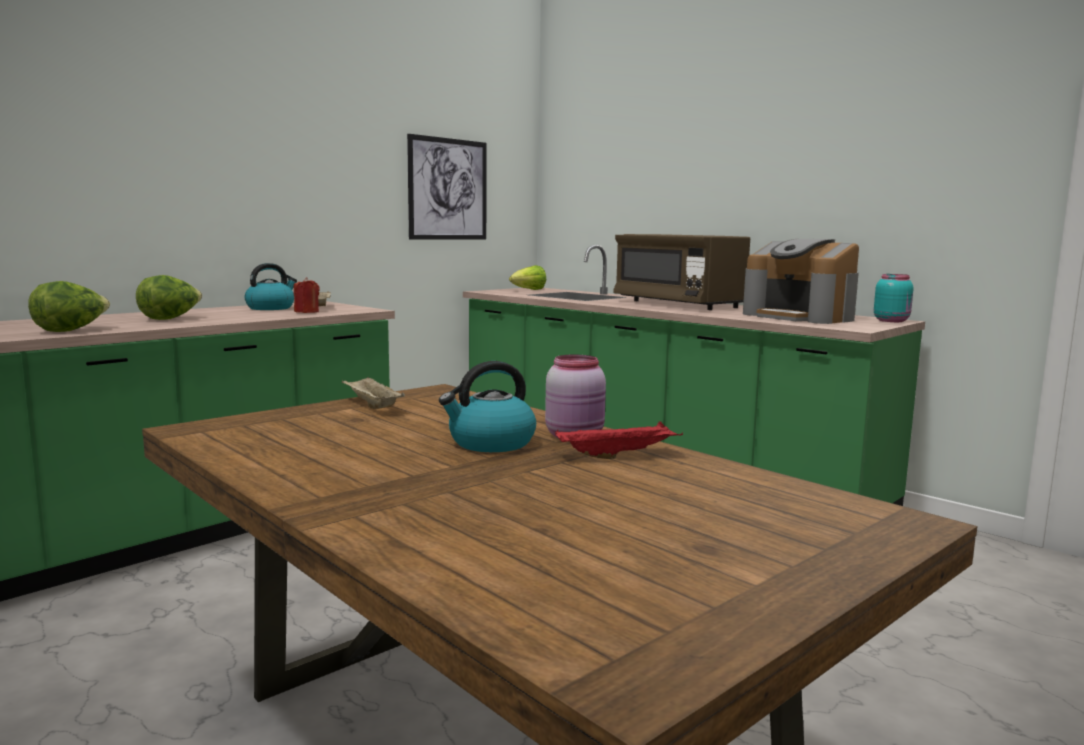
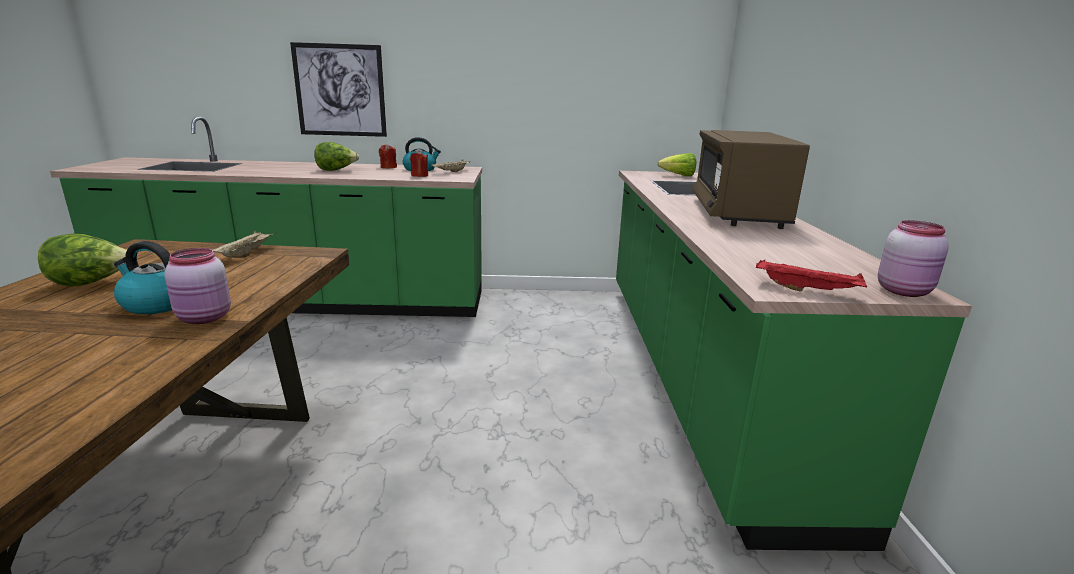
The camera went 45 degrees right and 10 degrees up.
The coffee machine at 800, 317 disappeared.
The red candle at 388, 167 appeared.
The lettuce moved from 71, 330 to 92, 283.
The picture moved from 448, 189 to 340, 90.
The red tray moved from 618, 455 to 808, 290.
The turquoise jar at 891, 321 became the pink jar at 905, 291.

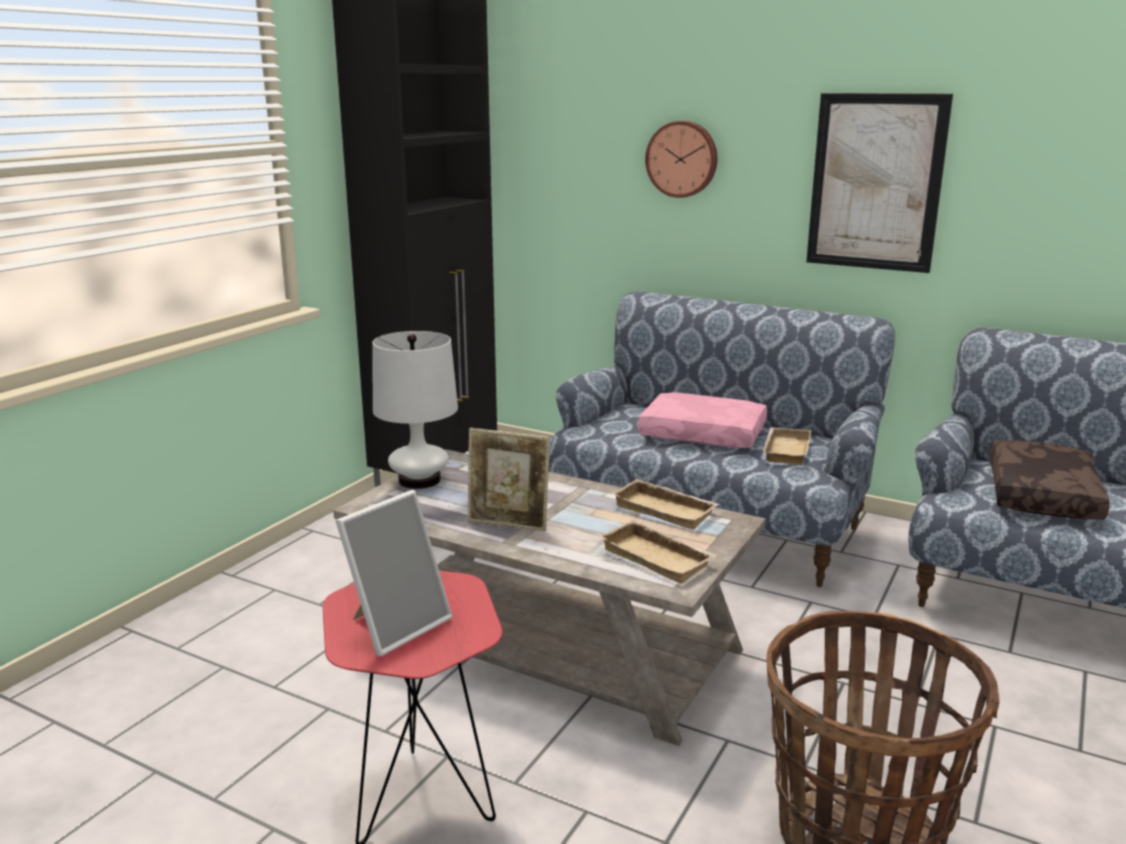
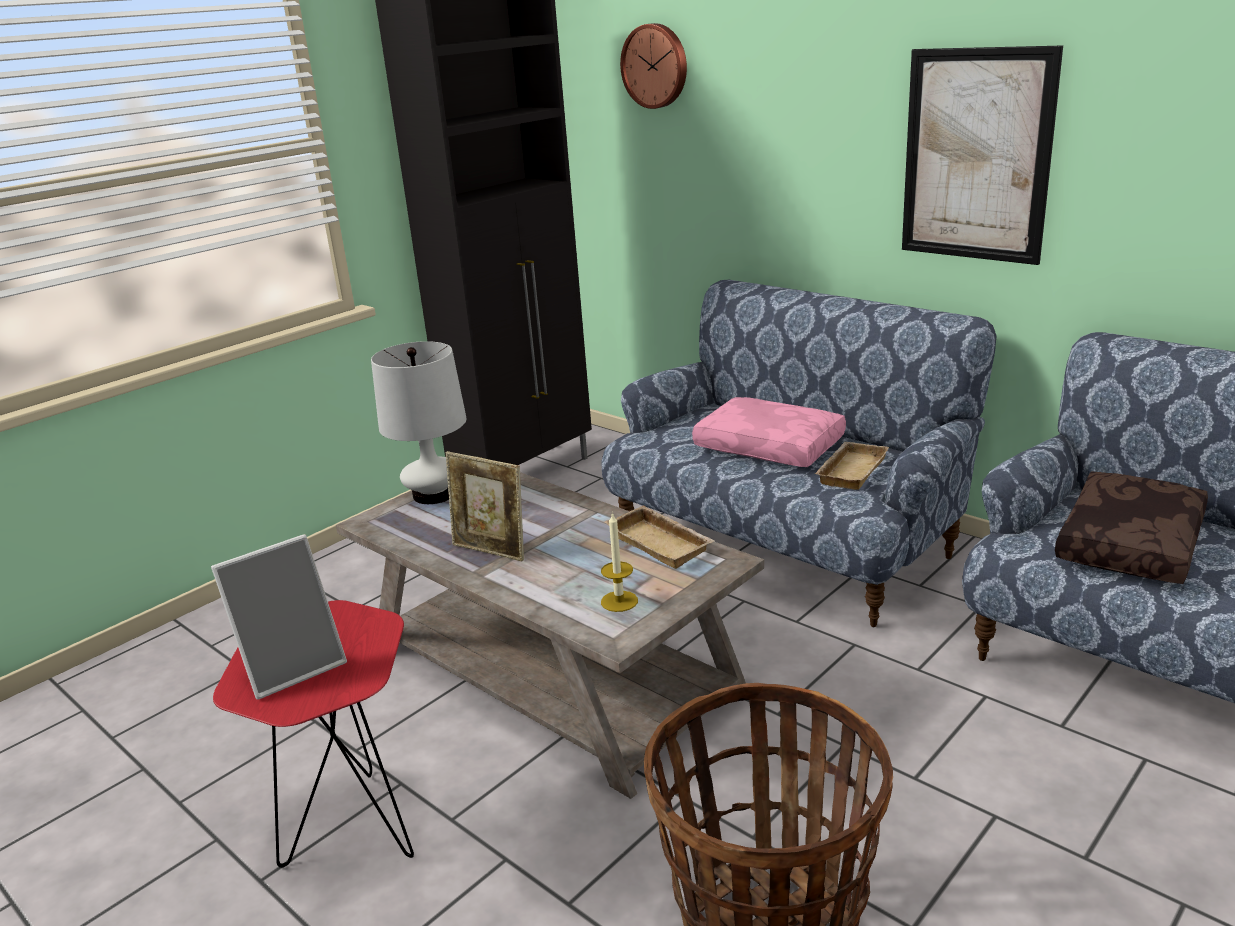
The camera went 15 degrees right and 5 degrees up.
The wall clock moved from 682, 159 to 656, 66.
The beige tray at 659, 558 was replaced by the candle at 619, 601.

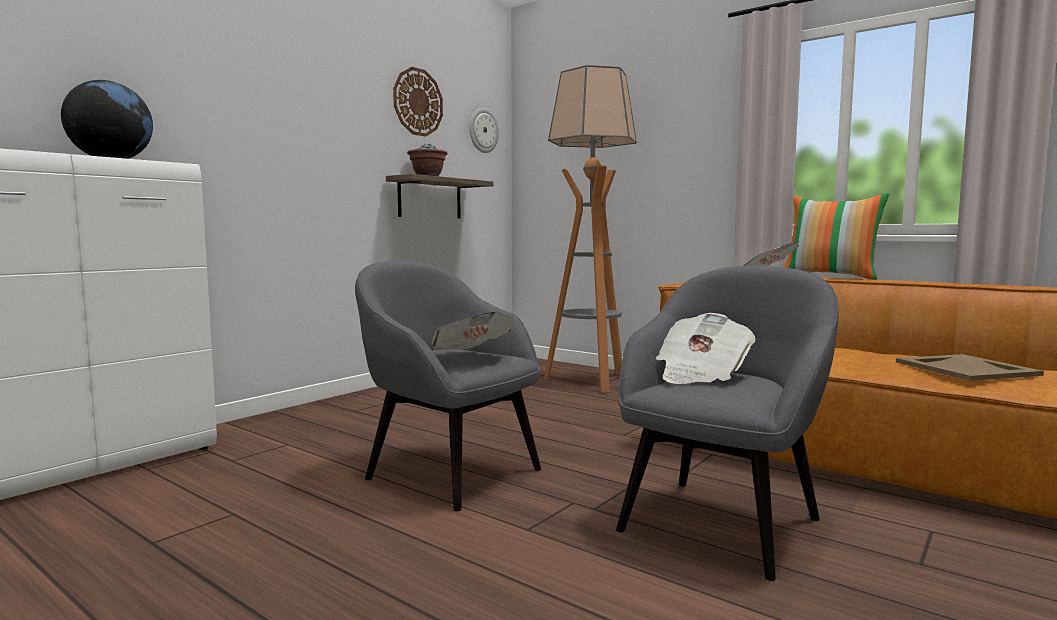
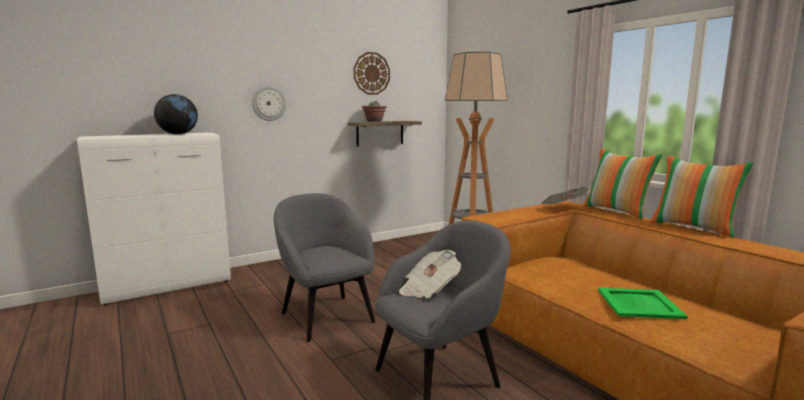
The camera went 20 degrees right and 5 degrees up.
The newspaper at 472, 356 disappeared.
The pillow at 694, 228 appeared.
The wall clock moved from 483, 130 to 269, 103.
The beige tray at 964, 368 became the green tray at 638, 303.

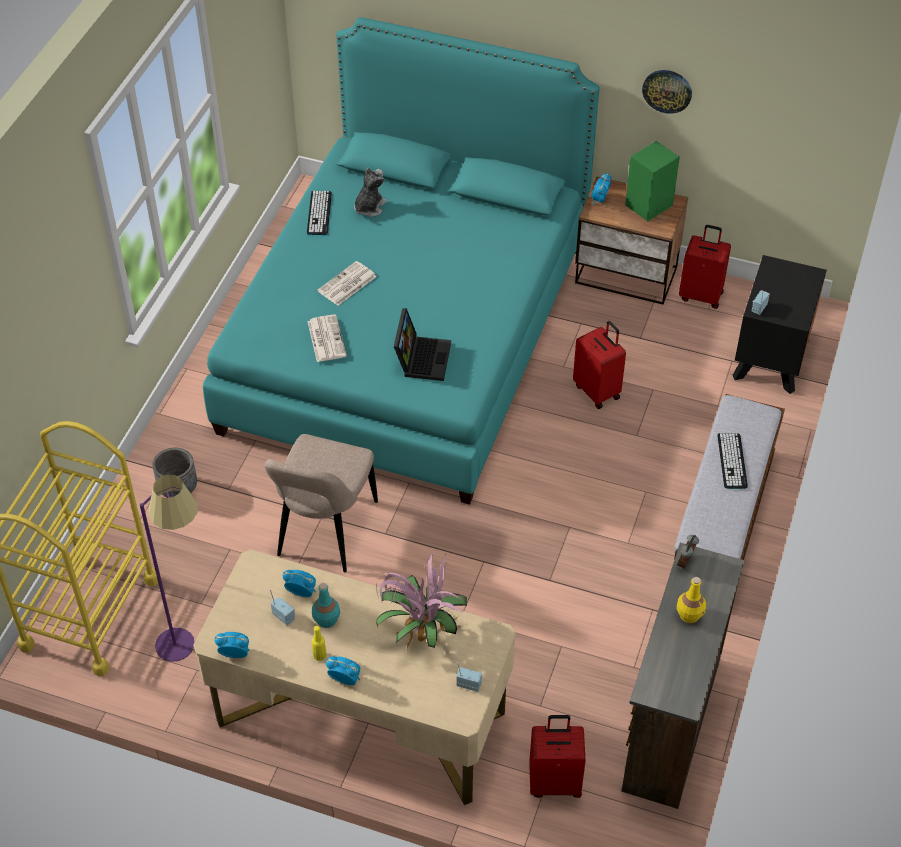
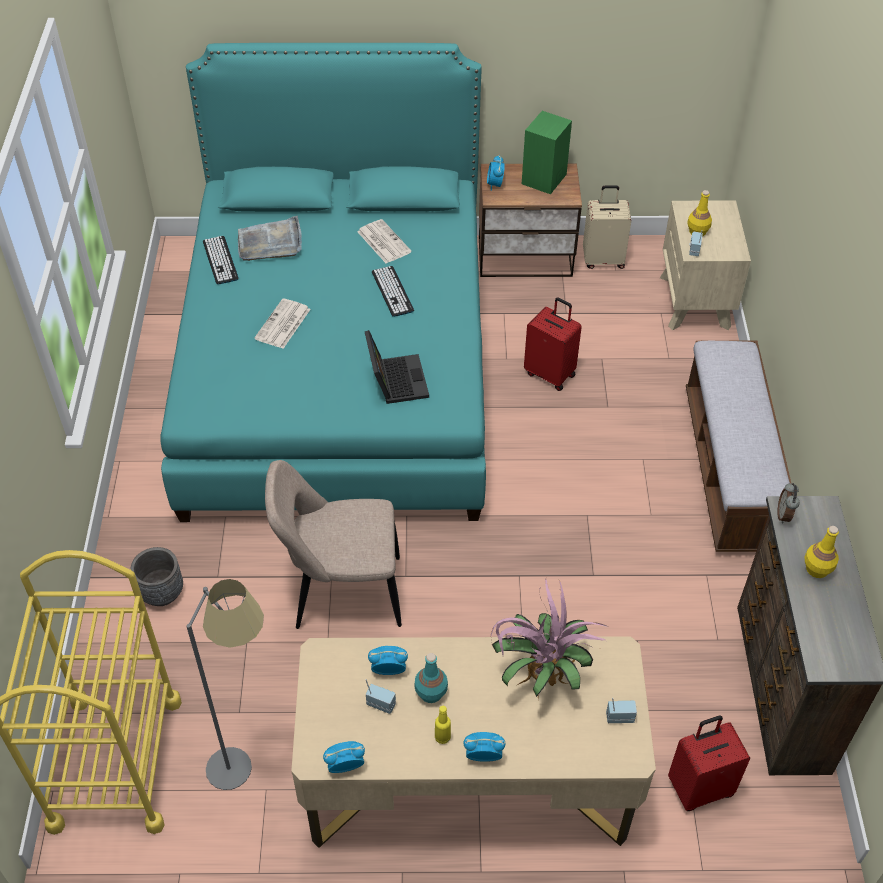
The camera went 20 degrees left and 0 degrees up.
The wall clock at 667, 90 disappeared.
The yellow bottle at 697, 231 appeared.
The newspaper moved from 326, 338 to 383, 242.
The keyboard moved from 732, 461 to 392, 291.
The plush toy at 369, 207 was replaced by the grey tray at 270, 242.
The purple floor lamp at 191, 649 became the grey floor lamp at 250, 768.
The red suitcase at 701, 295 became the beige suitcase at 603, 259.
The black nightstand at 771, 358 became the beige nightstand at 695, 302.
The beige chair at 325, 532 turned 90 degrees clockwise.

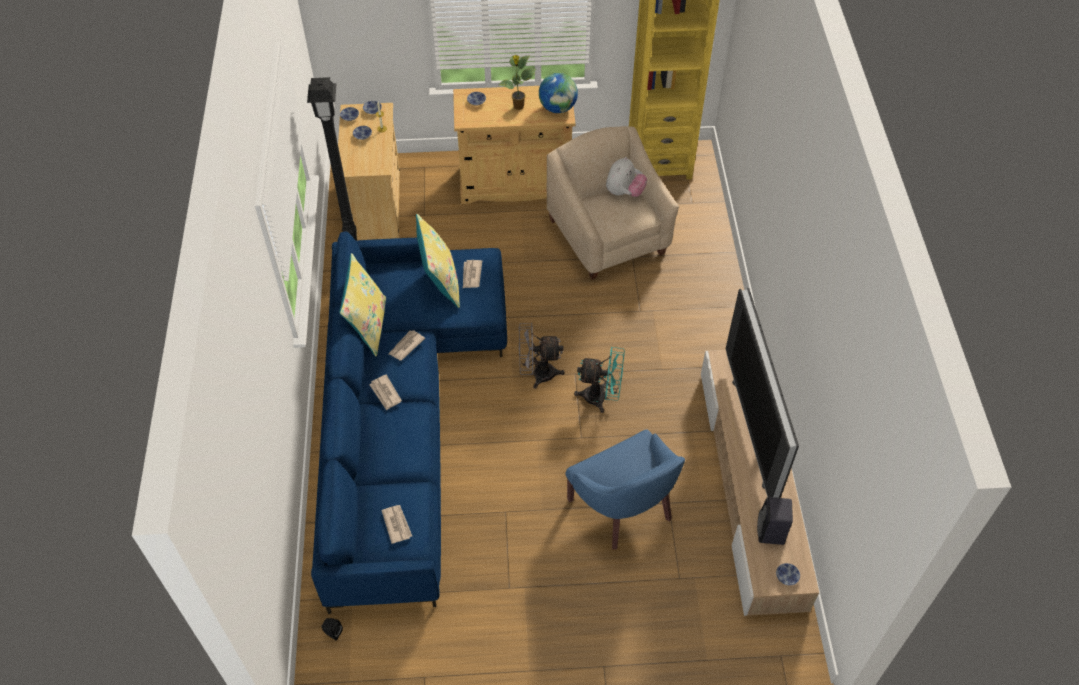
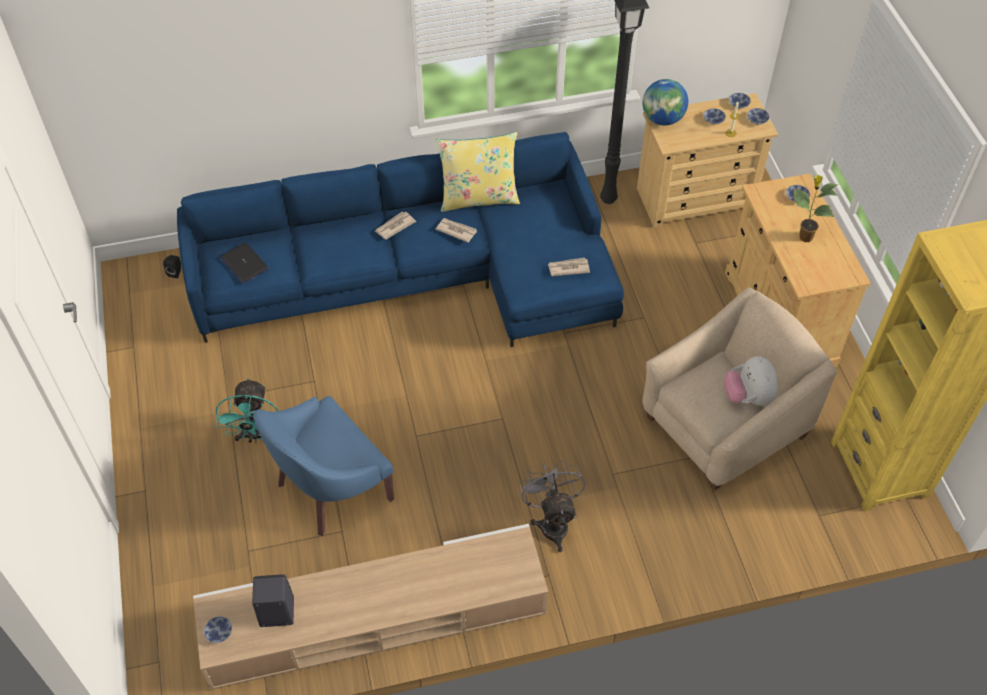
The camera went 80 degrees right and 0 degrees up.
The yellow pillow at 440, 282 disappeared.
The television at 758, 432 disappeared.
The grey fan moved from 537, 374 to 552, 522.
The globe moved from 558, 108 to 662, 119.
The turquoise fan moved from 601, 397 to 256, 436.
The newspaper at 397, 524 was replaced by the laptop at 244, 263.
The plush toy at 624, 192 turned 60 degrees clockwise.

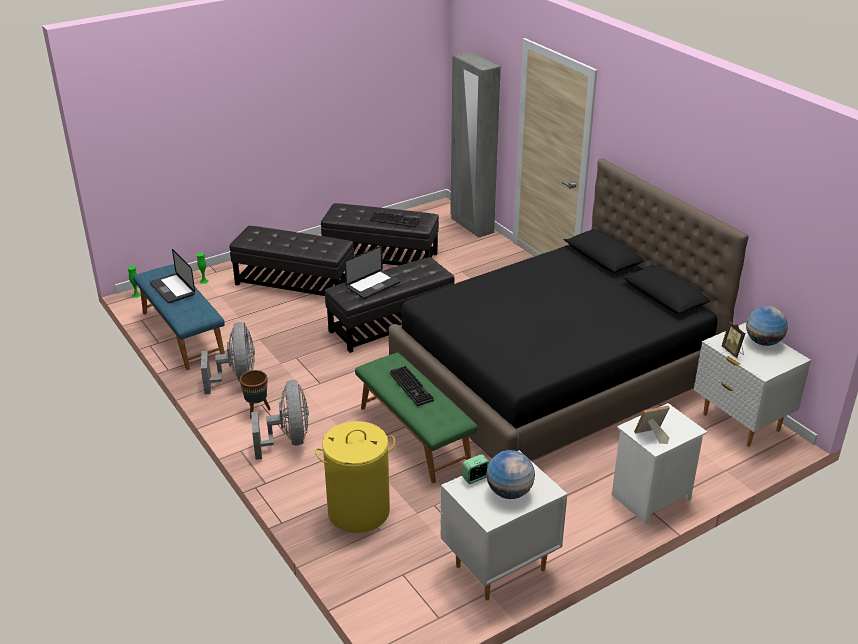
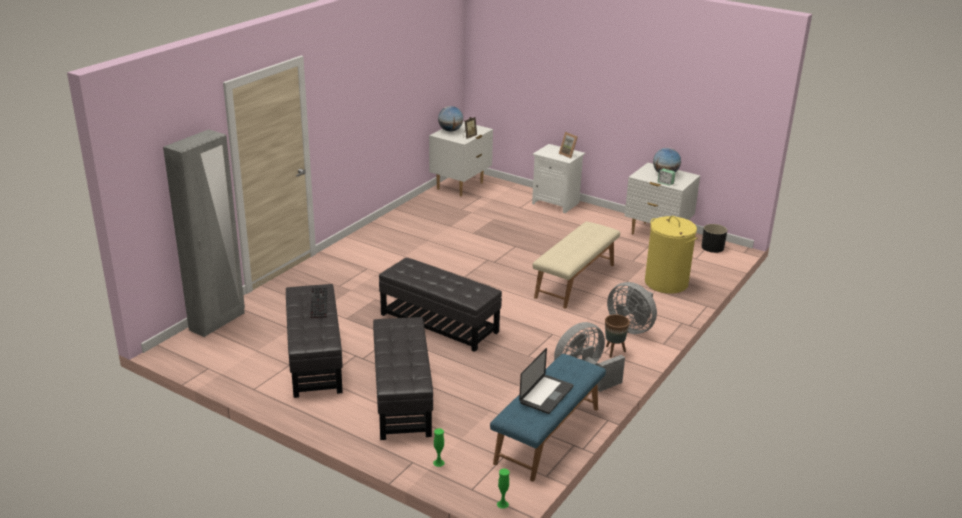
The camera went 115 degrees left and 5 degrees down.
The laptop at 373, 285 disappeared.
The black bed at 554, 378 disappeared.
The keyboard at 413, 387 disappeared.
The black planter at 712, 247 appeared.
The green bench at 415, 435 became the beige bench at 574, 280.
The grey fan at 288, 440 turned 105 degrees counterclockwise.

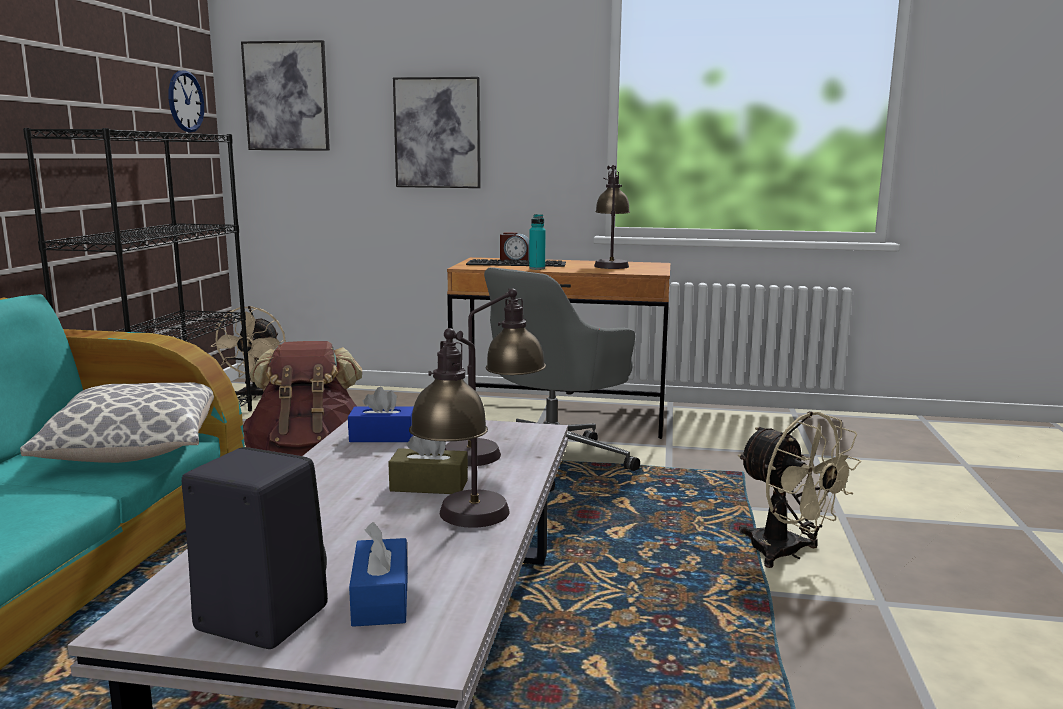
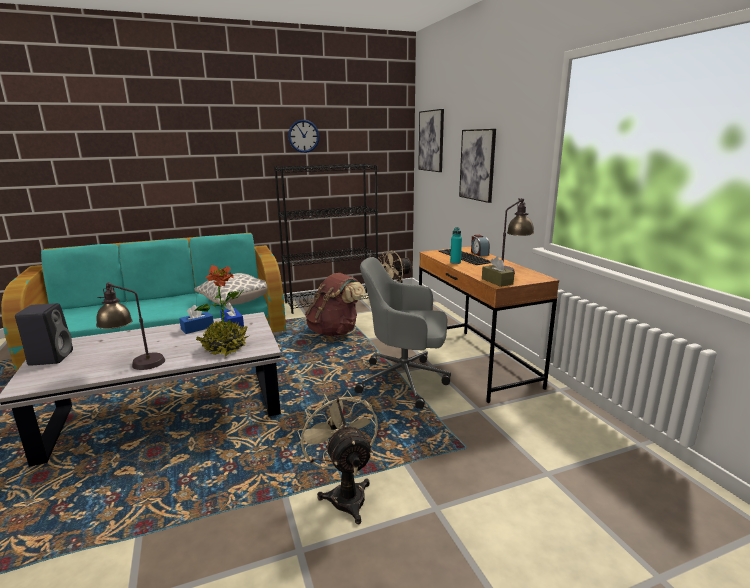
The camera went 60 degrees right and 5 degrees up.
The wall clock moved from 185, 101 to 303, 136.
The blue tissue box moved from 381, 599 to 197, 328.
The brown tissue box moved from 429, 485 to 497, 281.
The table lamp at 493, 452 was replaced by the potted plant at 225, 348.
The beige fan at 786, 553 turned 135 degrees clockwise.

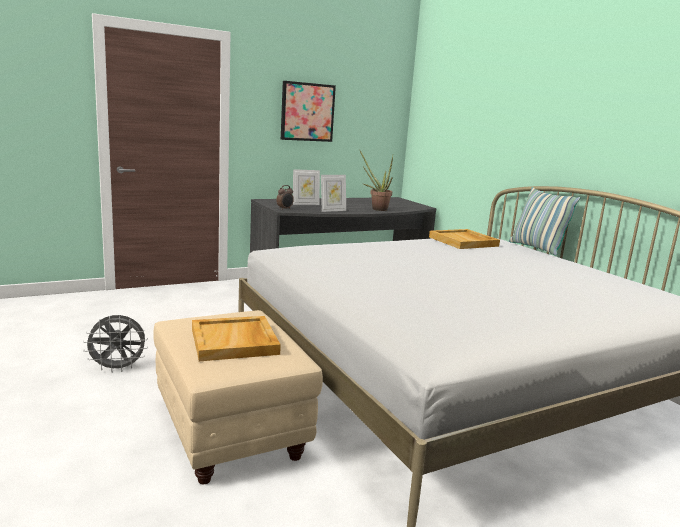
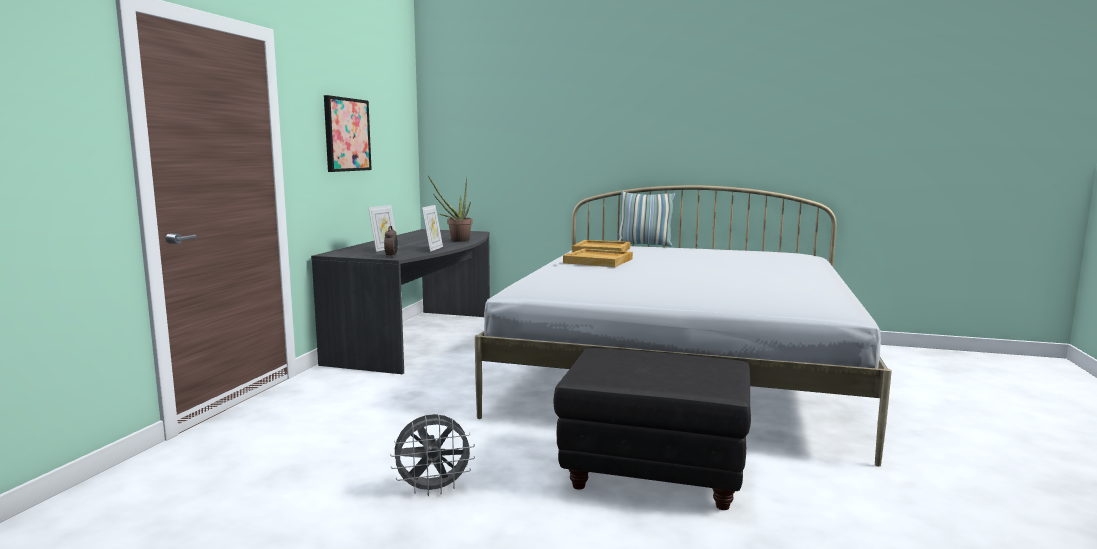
The camera went 45 degrees left and 5 degrees down.
The beige tray moved from 235, 342 to 599, 261.
The beige ottoman at 232, 432 became the black ottoman at 654, 473.
The grey fan at 118, 368 turned 45 degrees clockwise.

